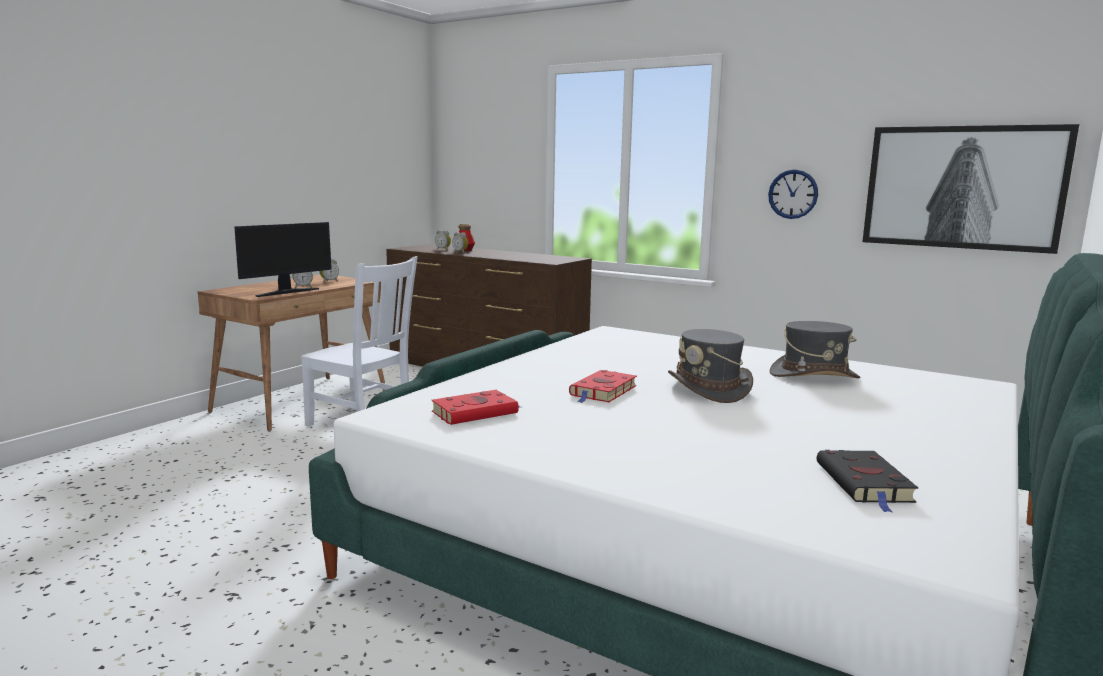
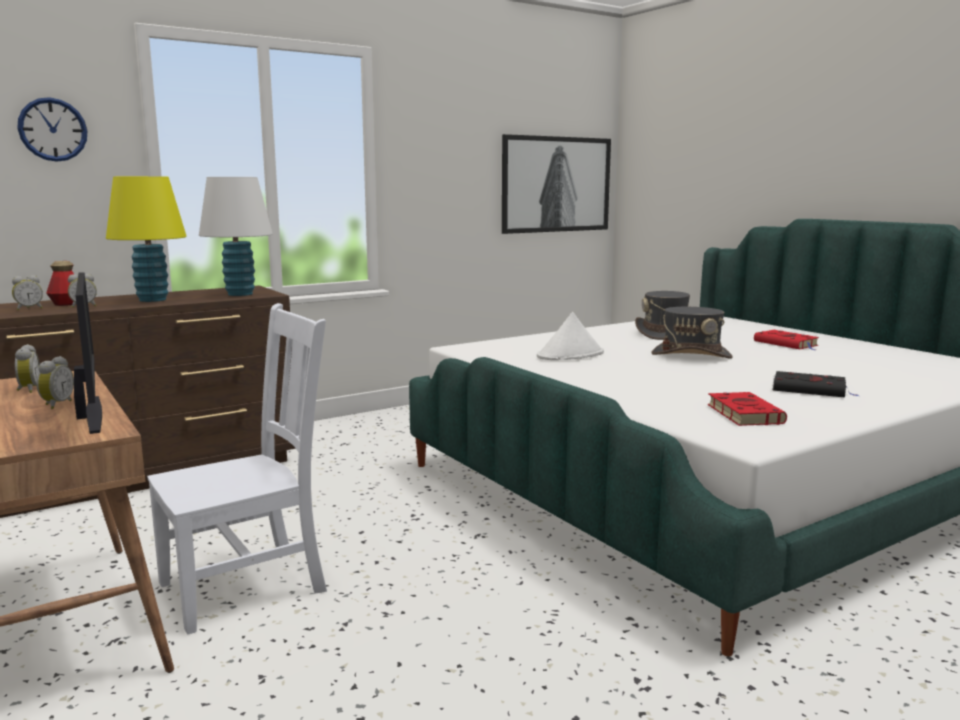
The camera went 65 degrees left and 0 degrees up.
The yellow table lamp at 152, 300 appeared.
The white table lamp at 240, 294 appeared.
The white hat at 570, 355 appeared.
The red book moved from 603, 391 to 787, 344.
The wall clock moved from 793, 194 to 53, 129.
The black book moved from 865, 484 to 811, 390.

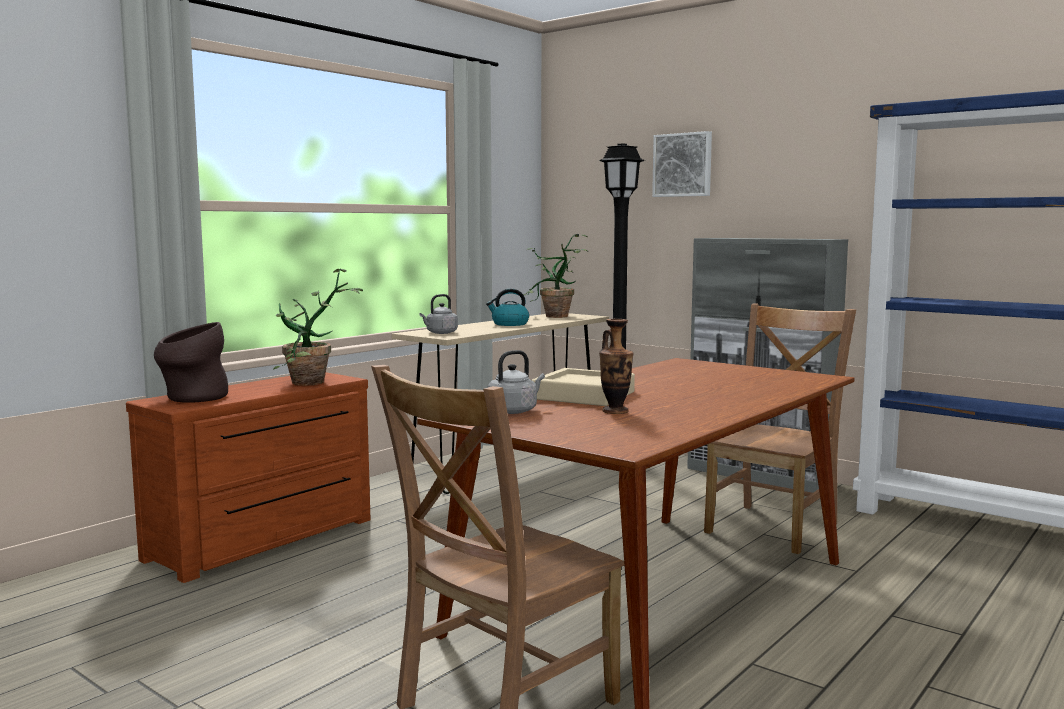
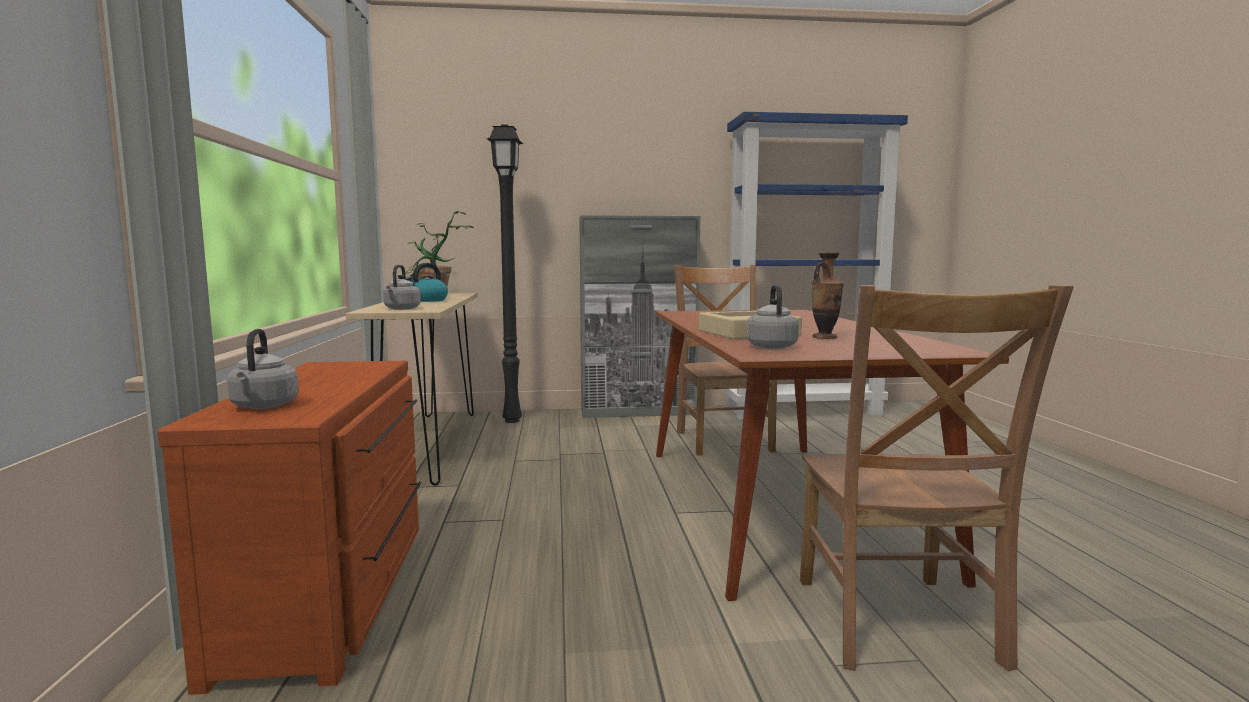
The camera went 45 degrees left and 0 degrees up.
The potted plant at 313, 383 disappeared.
The picture at 683, 165 disappeared.
The brown vase at 192, 398 was replaced by the grey kettle at 263, 406.

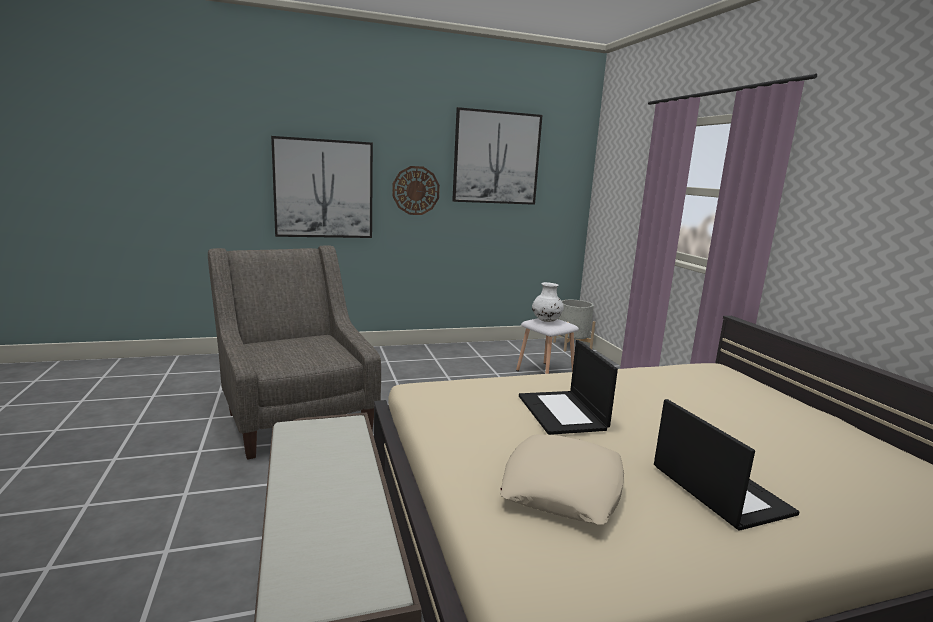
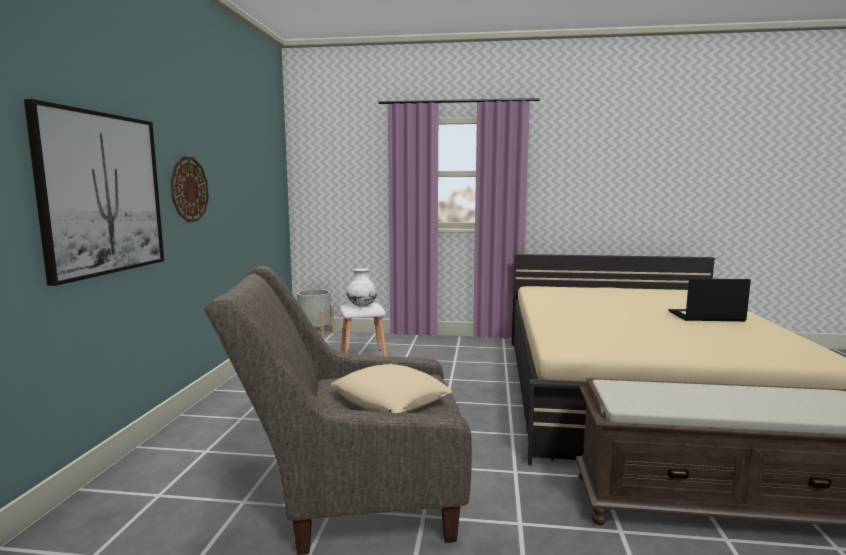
The camera went 65 degrees left and 5 degrees down.
The picture at 496, 158 disappeared.
The laptop at 563, 413 disappeared.
The beige pillow moved from 563, 487 to 390, 399.

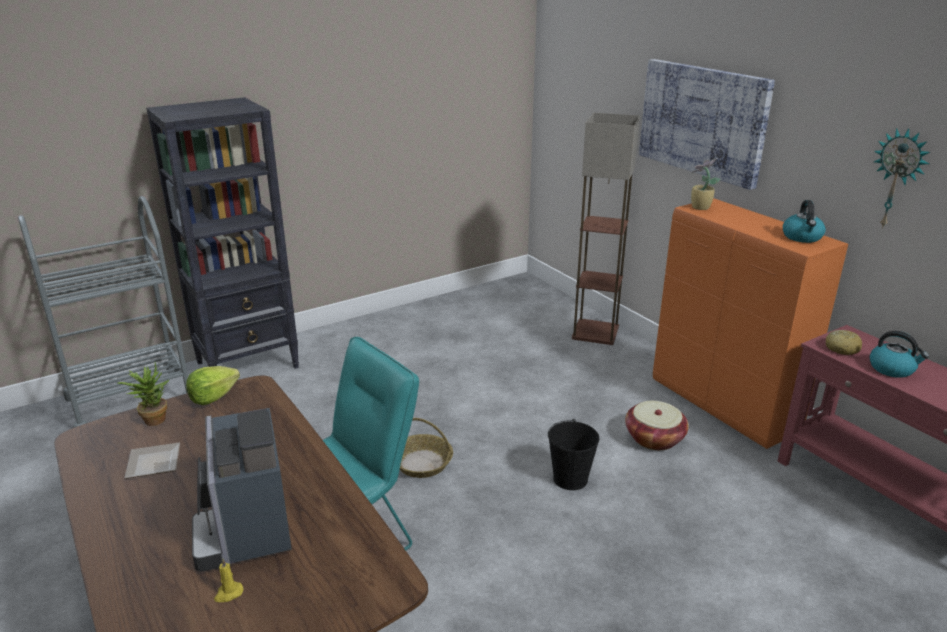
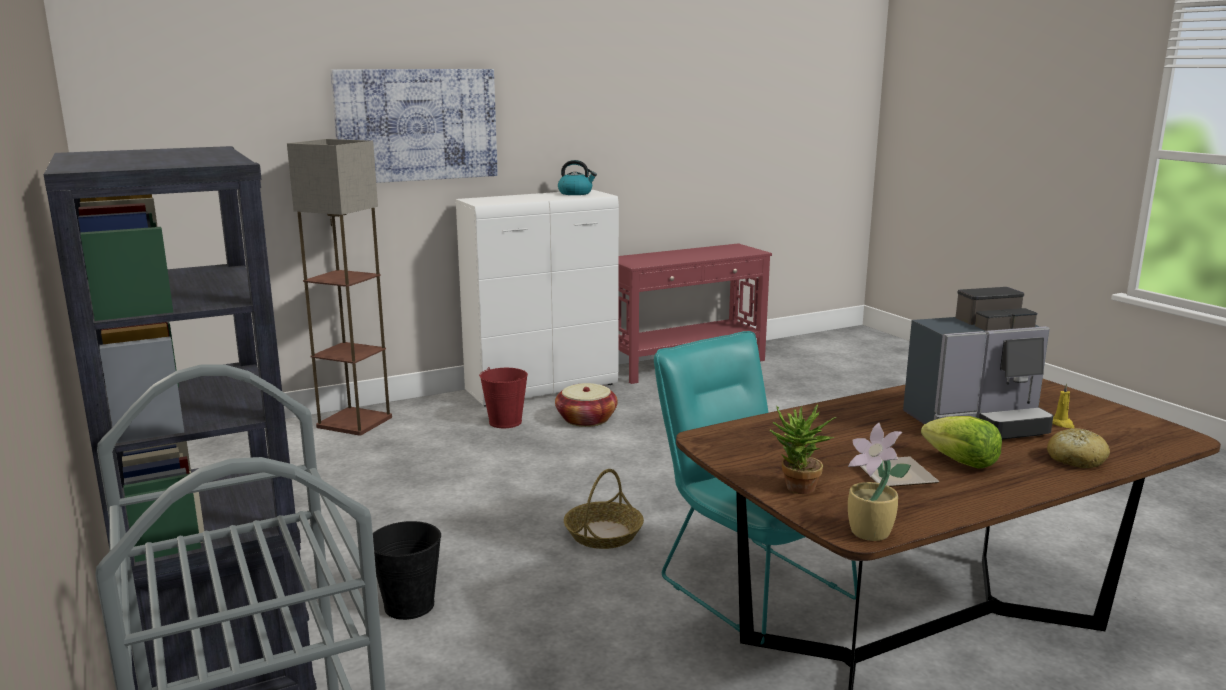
The camera went 85 degrees left and 10 degrees down.
The kettle at 892, 369 disappeared.
The wall clock at 897, 179 disappeared.
The red bucket at 505, 422 appeared.
The lettuce moved from 213, 397 to 961, 462.
The black bucket moved from 570, 479 to 409, 605.
The potted plant moved from 699, 207 to 870, 534.
The bread moved from 841, 348 to 1075, 460.
The orange cabinet at 724, 407 became the white cabinet at 543, 388.

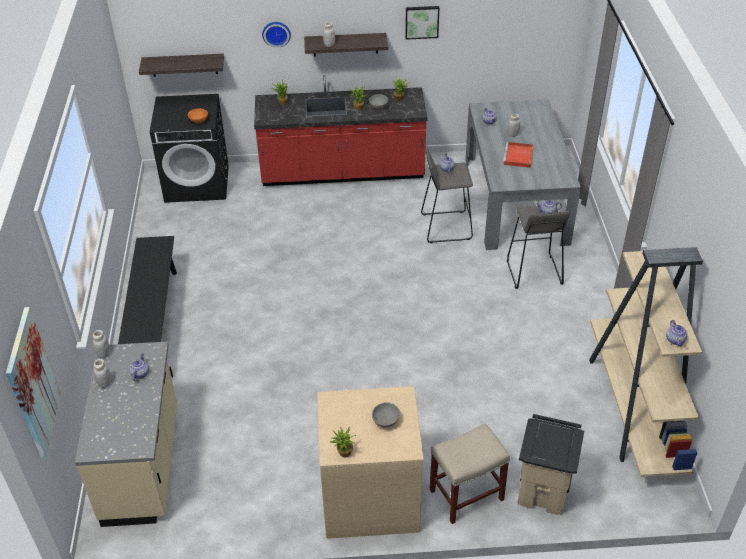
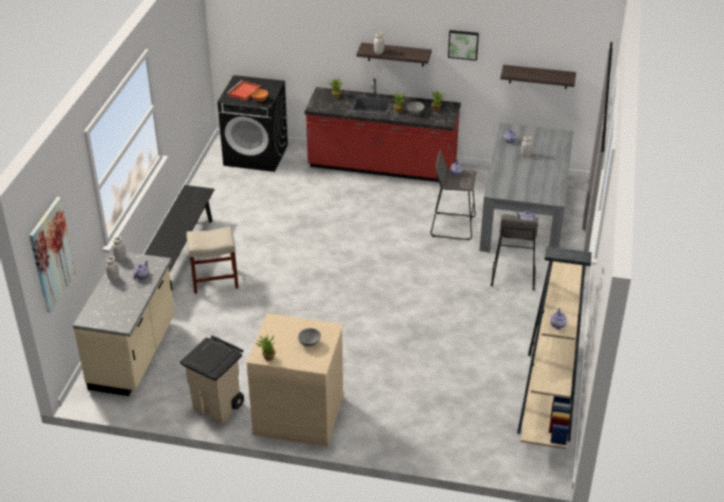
The camera went 15 degrees right and 5 degrees down.
The wall clock at 276, 33 disappeared.
The shelf moved from 184, 65 to 538, 77.
The beige stool moved from 465, 495 to 214, 281.
The red tray moved from 518, 157 to 244, 92.
The beige trash can moved from 543, 492 to 218, 406.

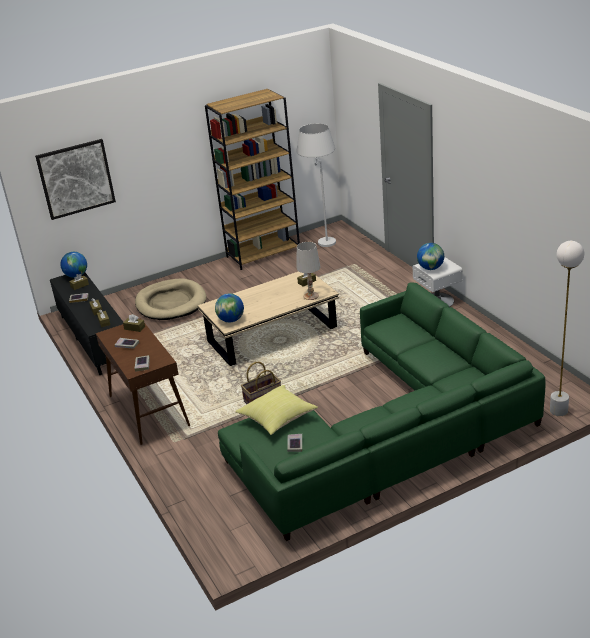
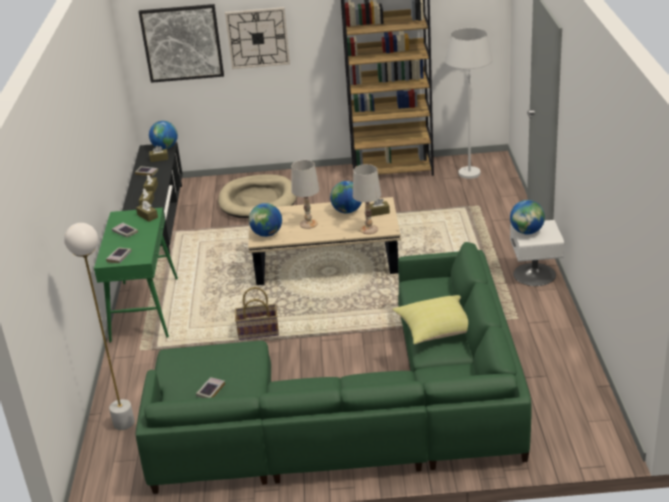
The camera went 25 degrees right and 0 degrees up.
The wall clock at 257, 38 appeared.
The white table lamp at 308, 224 appeared.
The globe at 347, 211 appeared.
The yellow pillow moved from 277, 419 to 436, 331.
The white floor lamp moved from 558, 411 to 123, 423.
The brown console table at 148, 411 became the green console table at 144, 309.

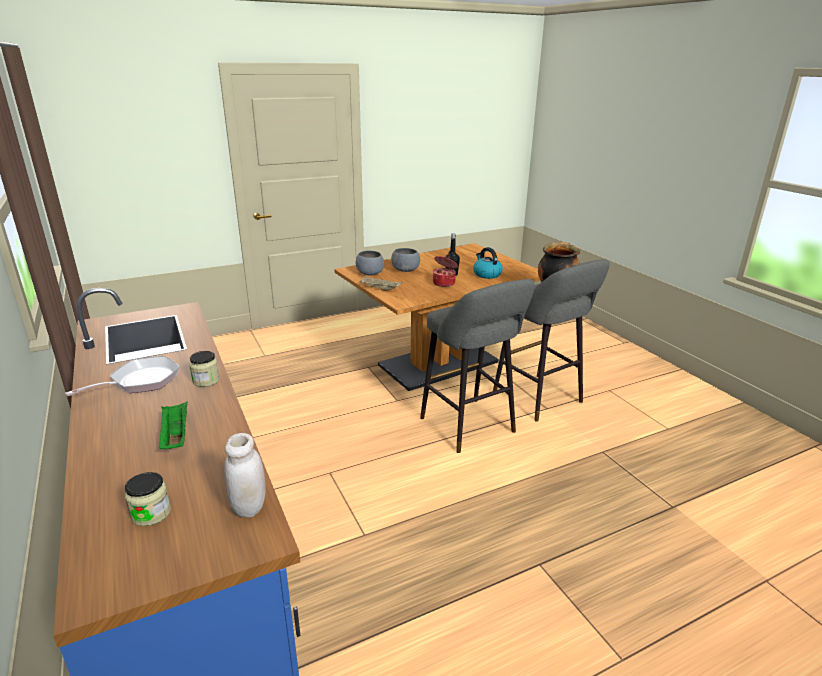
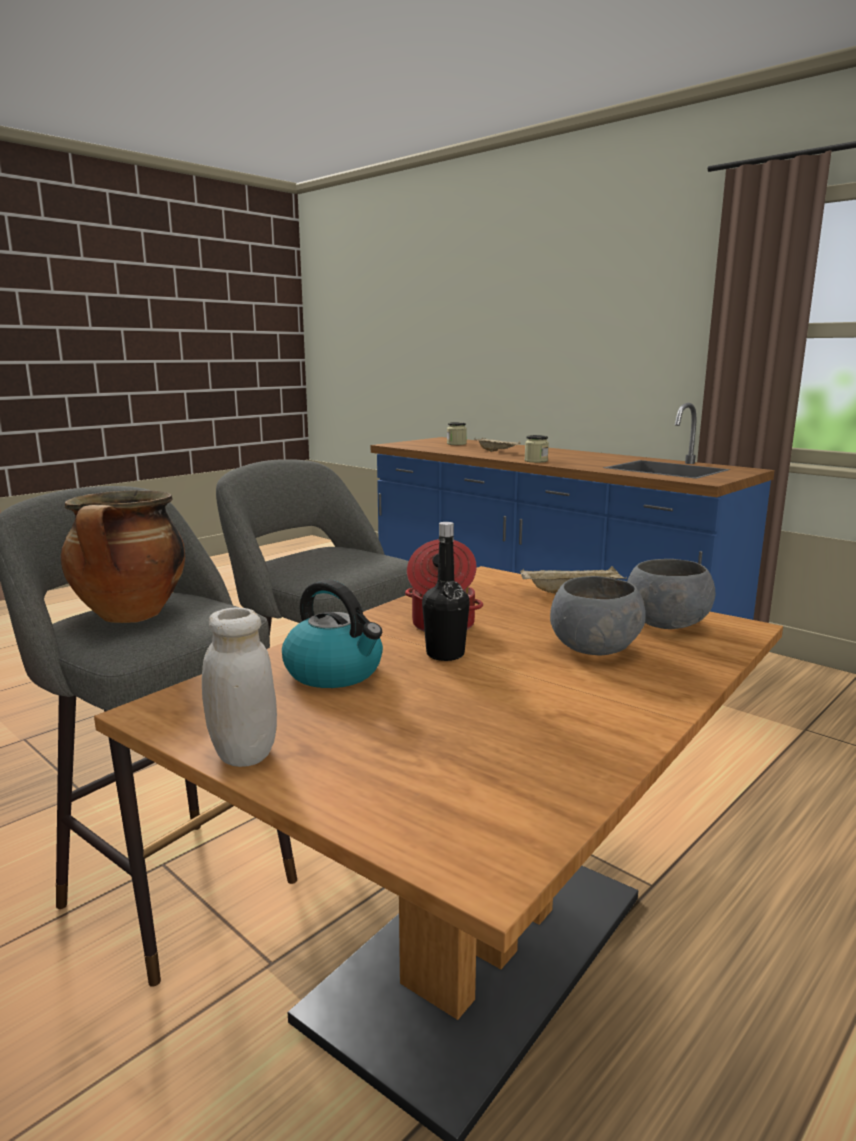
The camera went 160 degrees right and 10 degrees down.
The frying pan at 140, 381 disappeared.
The white jar moved from 249, 507 to 243, 753.
The green tray at 175, 436 became the beige tray at 497, 451.

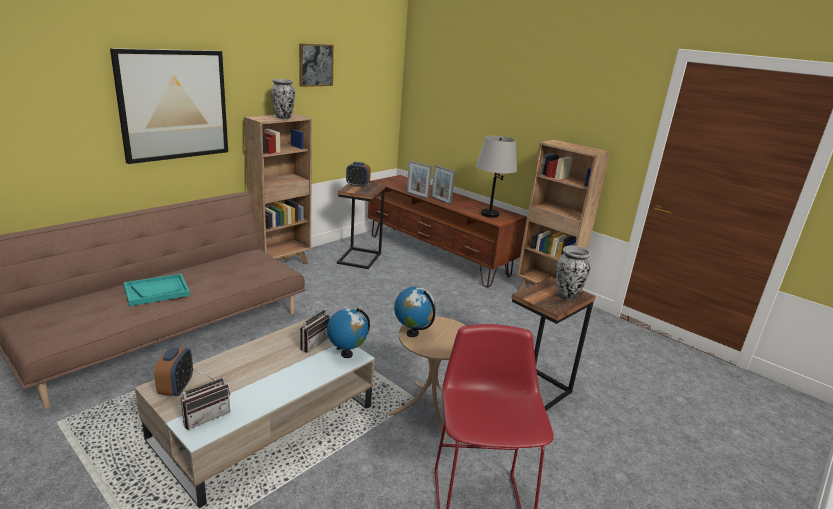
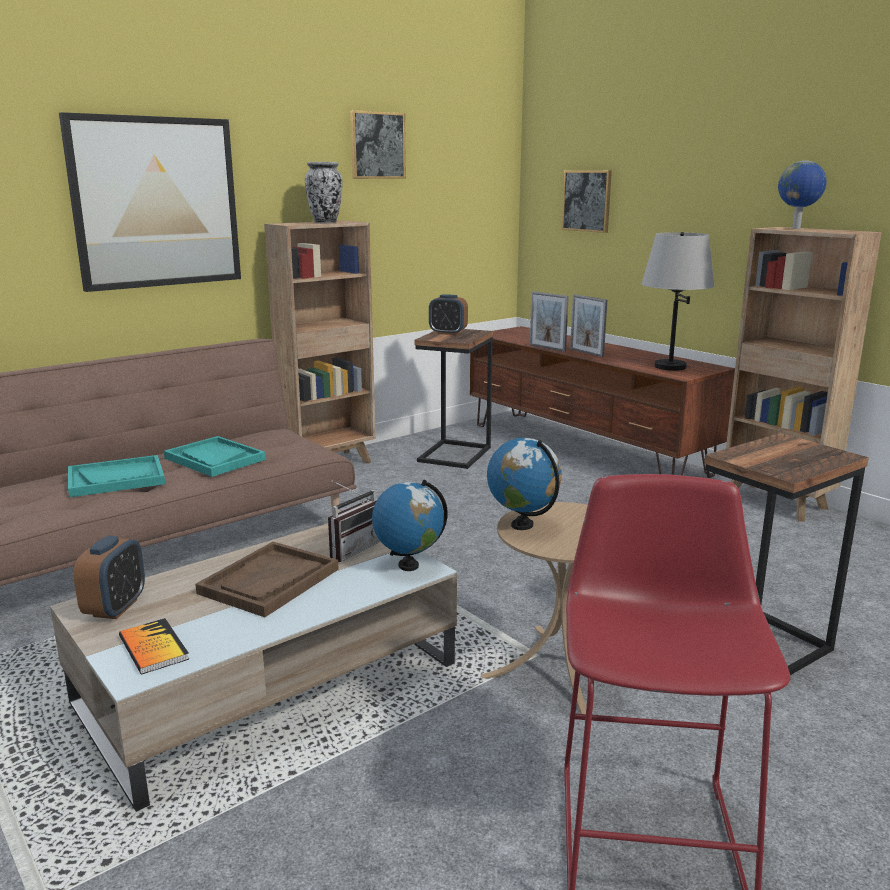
The camera went 10 degrees right and 5 degrees down.
The vase at 567, 296 disappeared.
The turquoise tray at 214, 459 appeared.
The brown tray at 269, 581 appeared.
The picture at 587, 201 appeared.
The globe at 796, 228 appeared.
The radio at 206, 416 was replaced by the book at 153, 648.

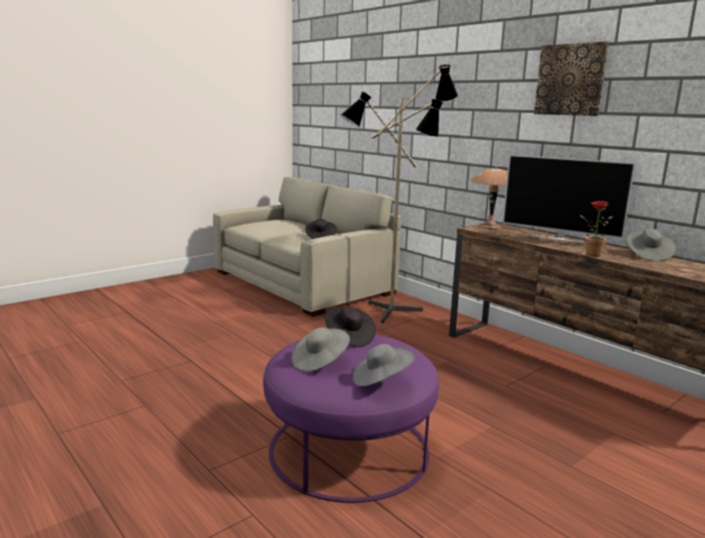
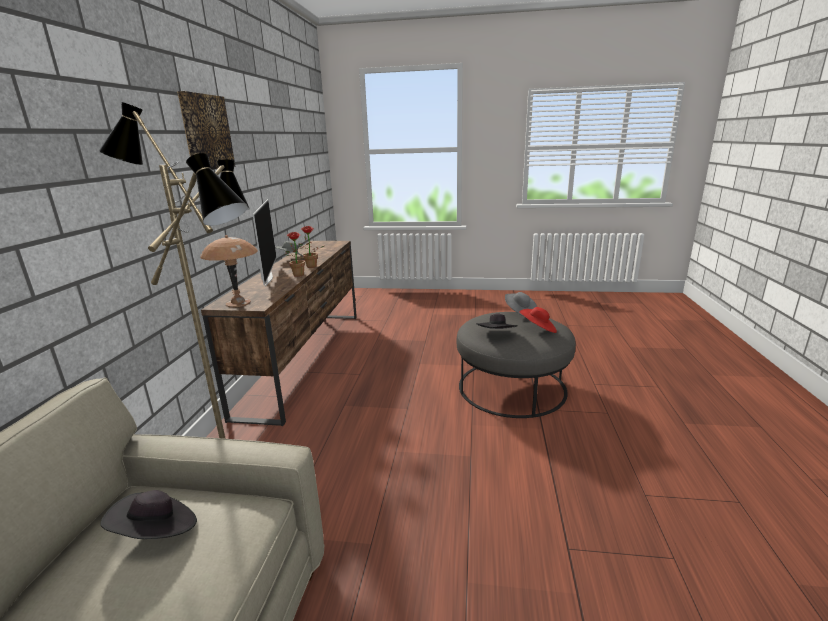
The camera went 130 degrees left and 5 degrees up.
The potted plant at 298, 275 appeared.
The purple ottoman at 348, 449 became the grey ottoman at 512, 387.
The grey hat at 320, 362 became the red hat at 538, 329.

